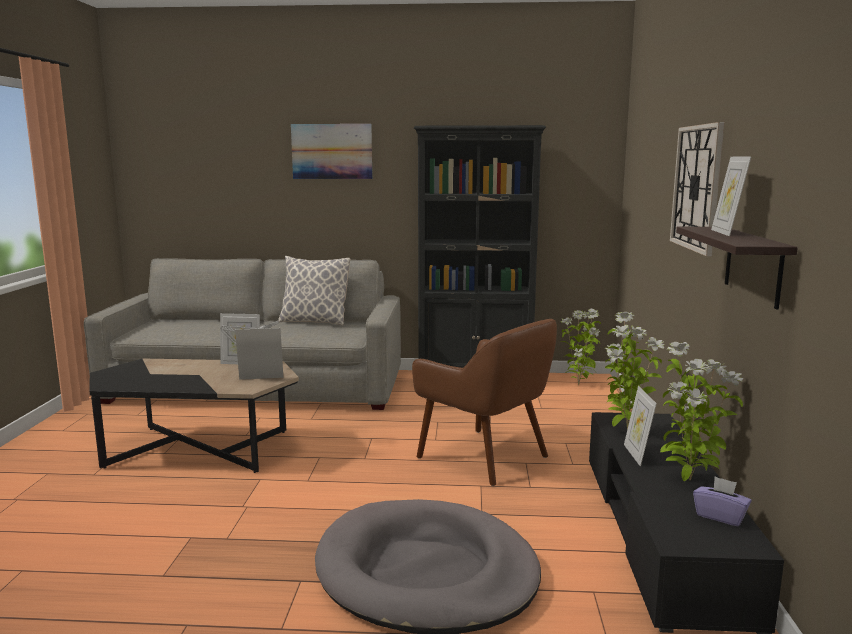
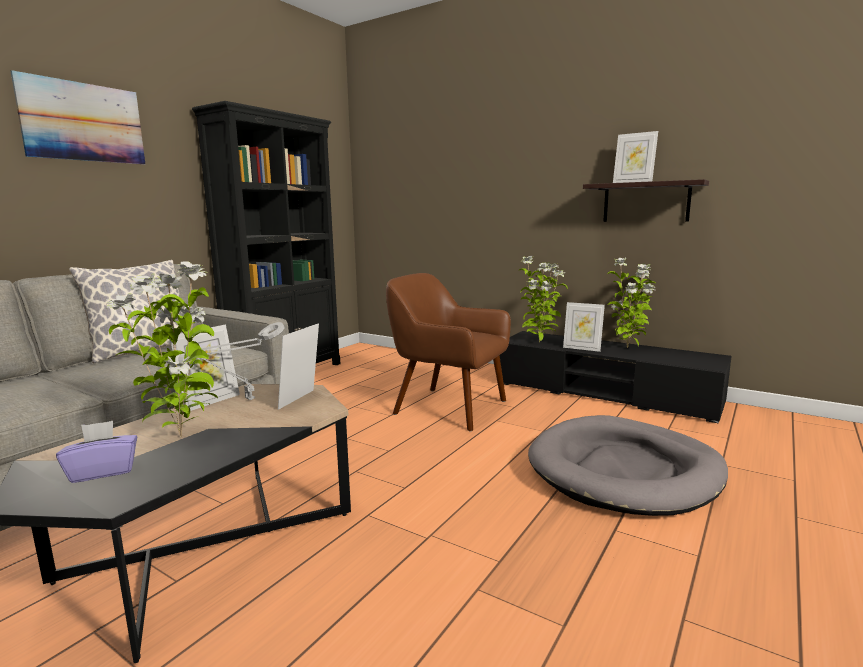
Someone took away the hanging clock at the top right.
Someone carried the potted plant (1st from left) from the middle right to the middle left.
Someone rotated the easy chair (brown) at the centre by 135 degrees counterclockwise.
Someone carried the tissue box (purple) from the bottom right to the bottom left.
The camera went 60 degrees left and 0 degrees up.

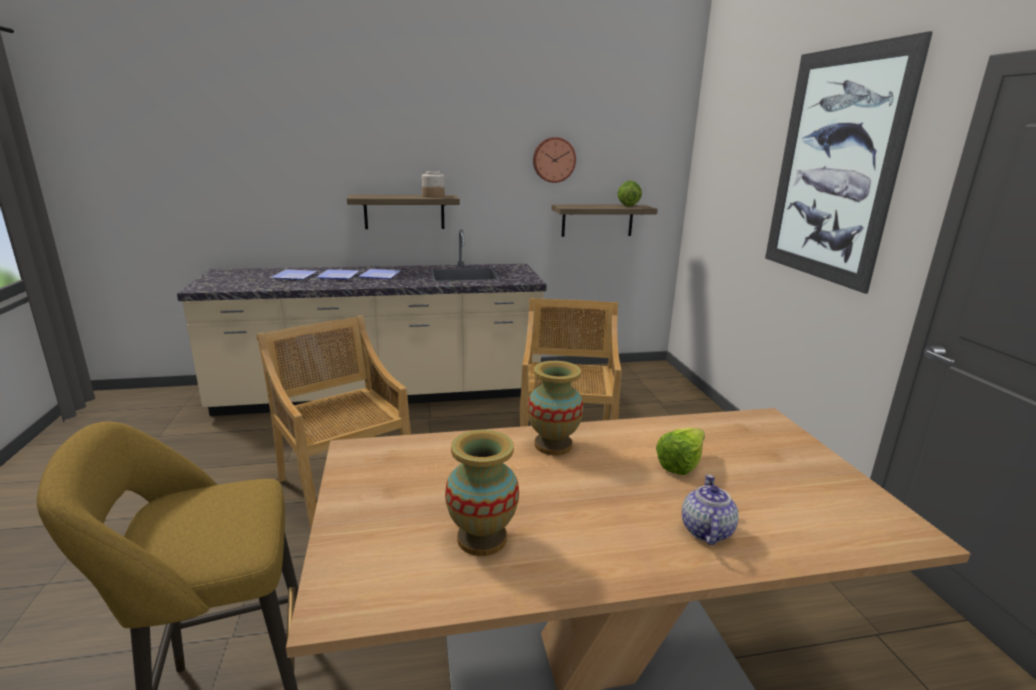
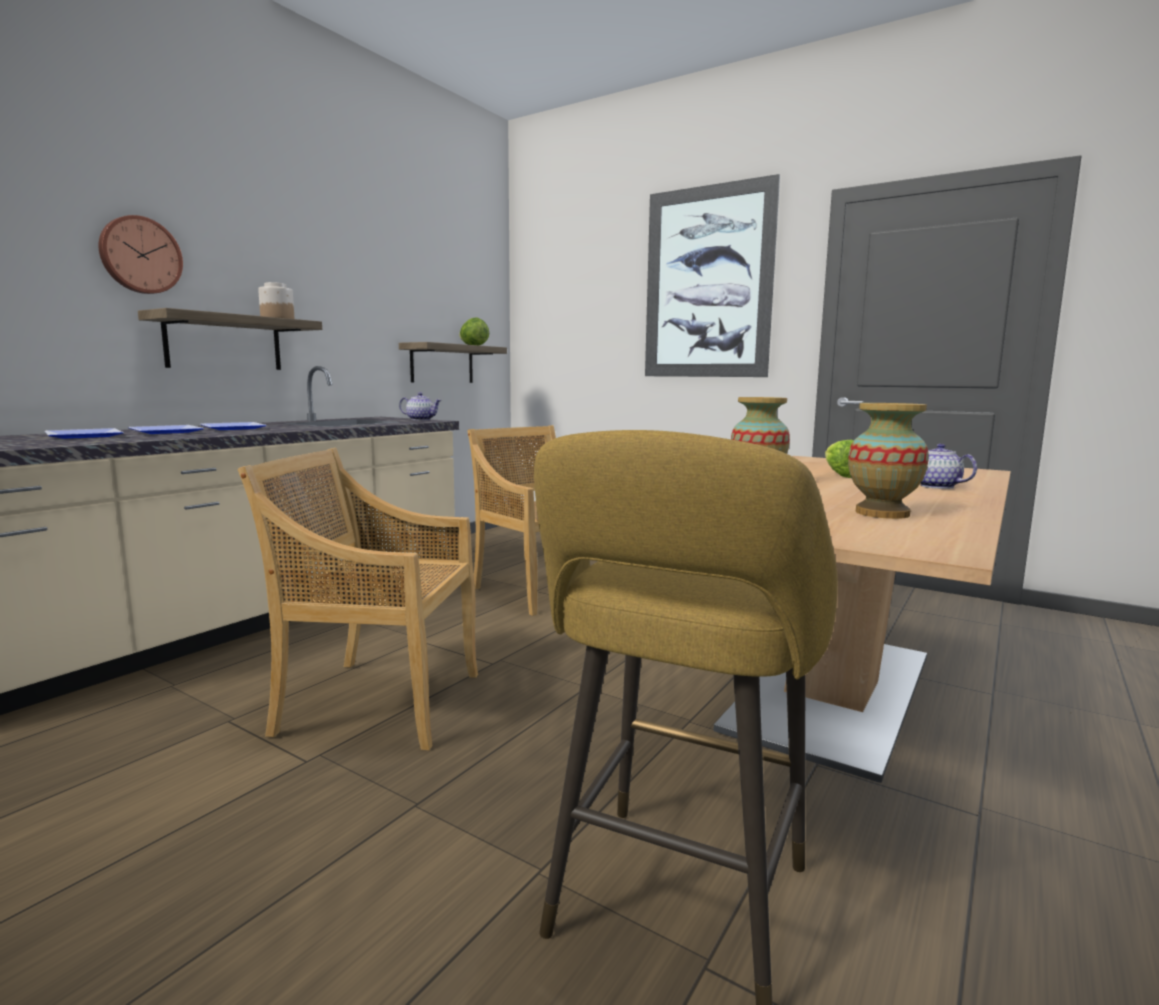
Someone carried the hanging clock from the top centre to the top left.
Someone put down the teapot (1st from left) at the centre.
The camera went 45 degrees left and 10 degrees down.

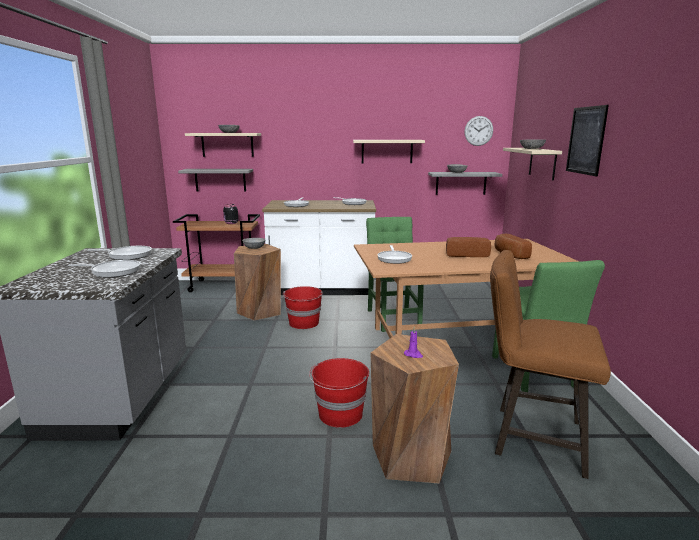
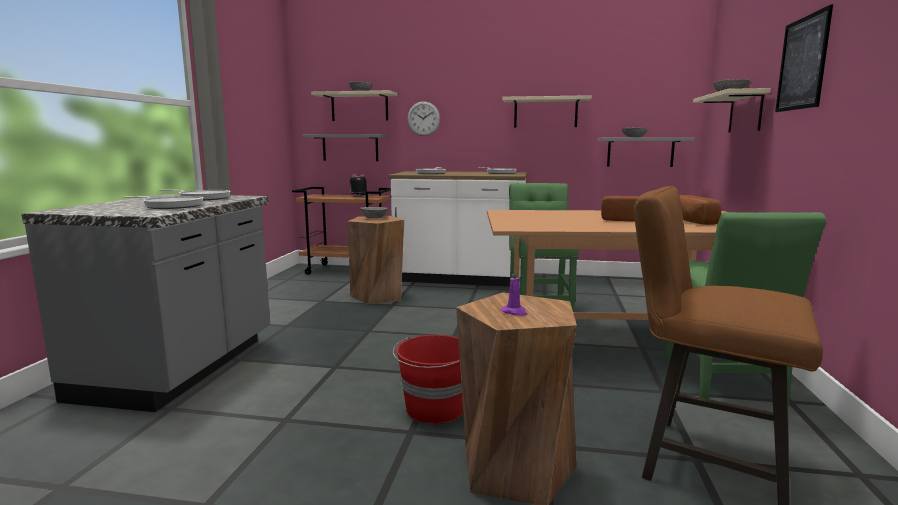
Someone carried the hanging clock from the top right to the top centre.
Someone took away the skillet (5th from left) at the centre.
Someone took away the pail (red) (1st from left) at the centre.
The camera went 10 degrees right and 5 degrees down.

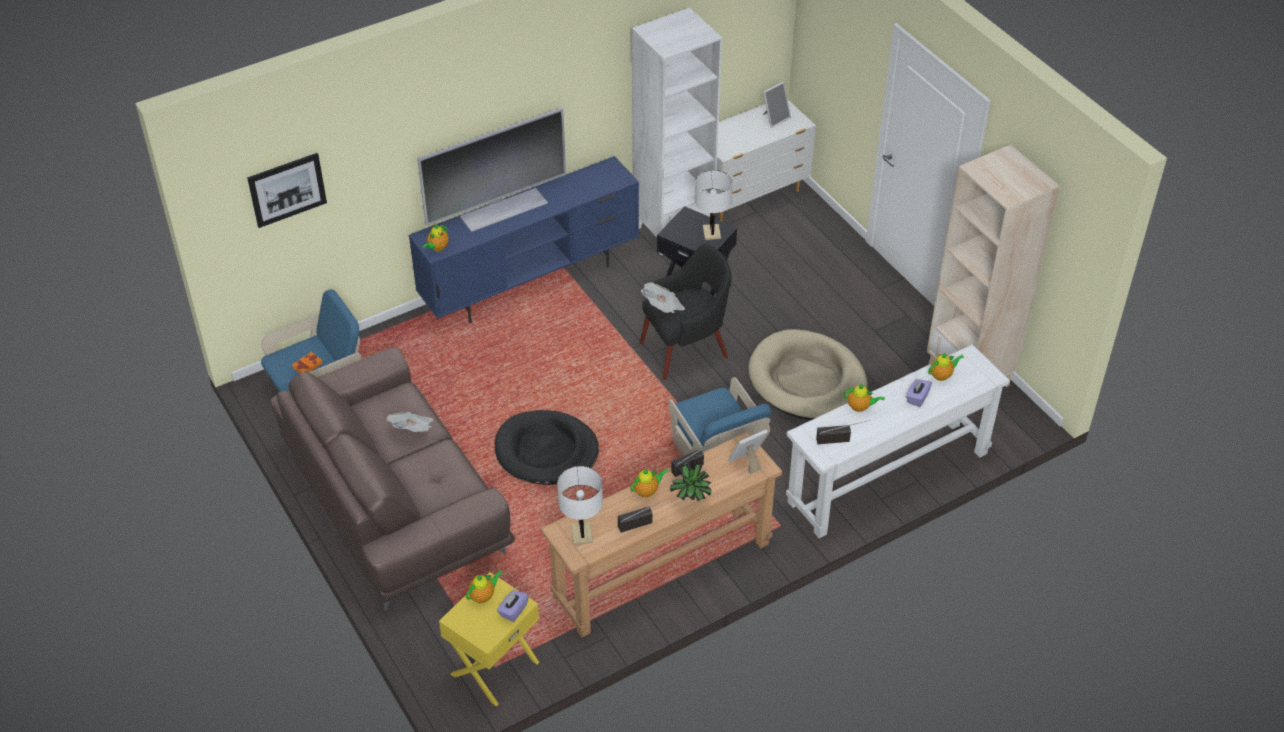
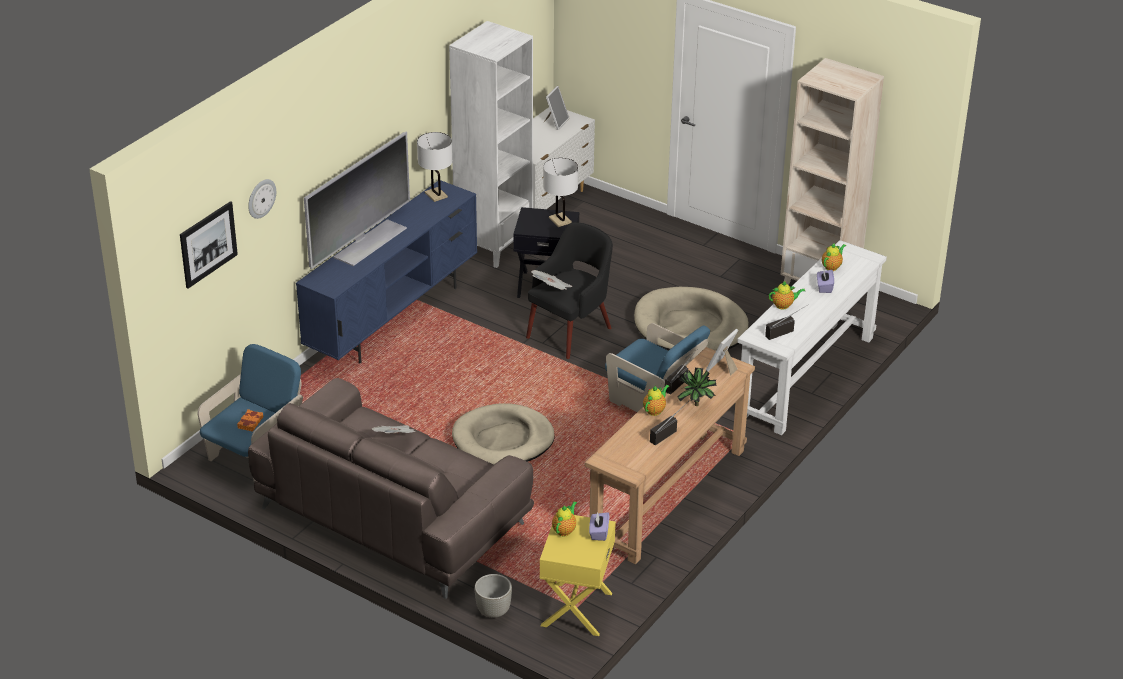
Someone took away the teapot (1st from left) at the top centre.
Someone repainted the pet bed (blackish) at the centre, which became the pet bed (sand-coloured) (1st from left) at the centre.
Someone carried the tabletop lamp (whitish) (1st from left) from the bottom centre to the top centre.
Someone put up the hanging clock at the top left.
Someone put down the flower pot (greyish) at the bottom centre.
The camera went 25 degrees left and 10 degrees down.

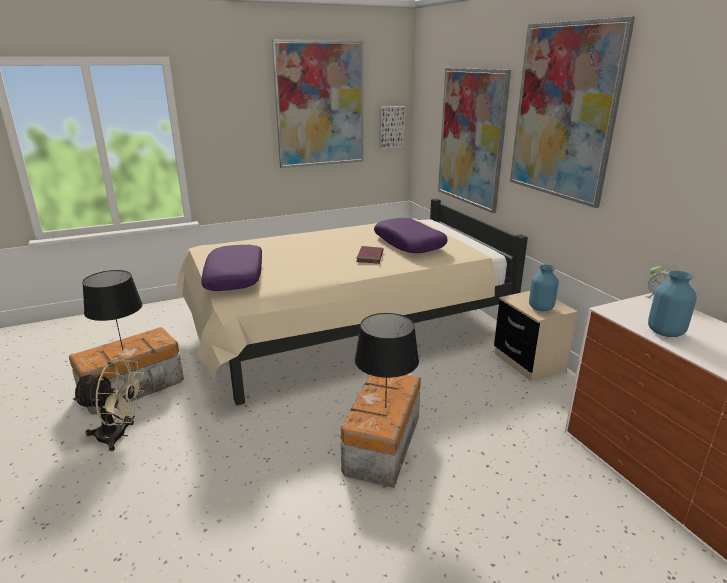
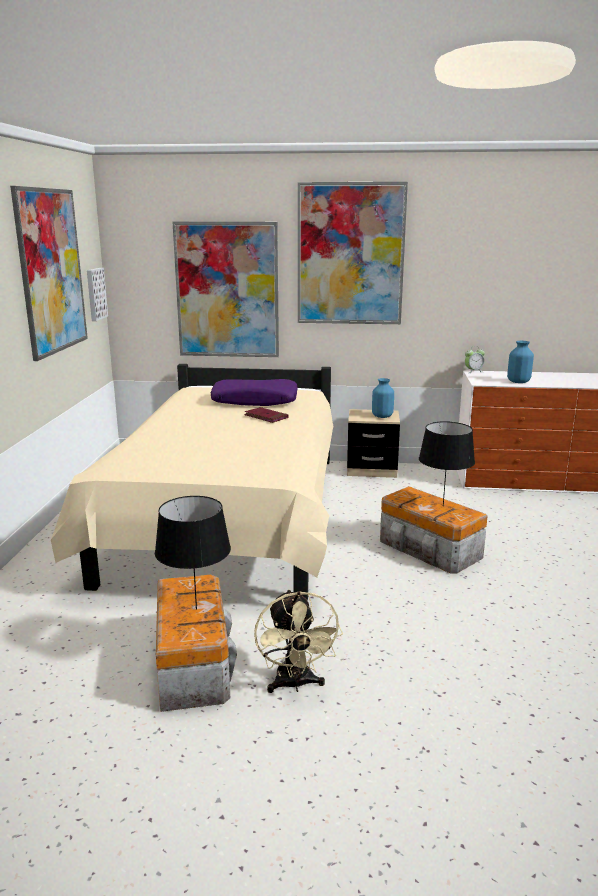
Someone took away the throw pillow (purple) (1st from left) at the middle left.
Someone rotated the cooling fan (sand-coloured) at the bottom left by 135 degrees clockwise.
The camera went 60 degrees left and 5 degrees down.

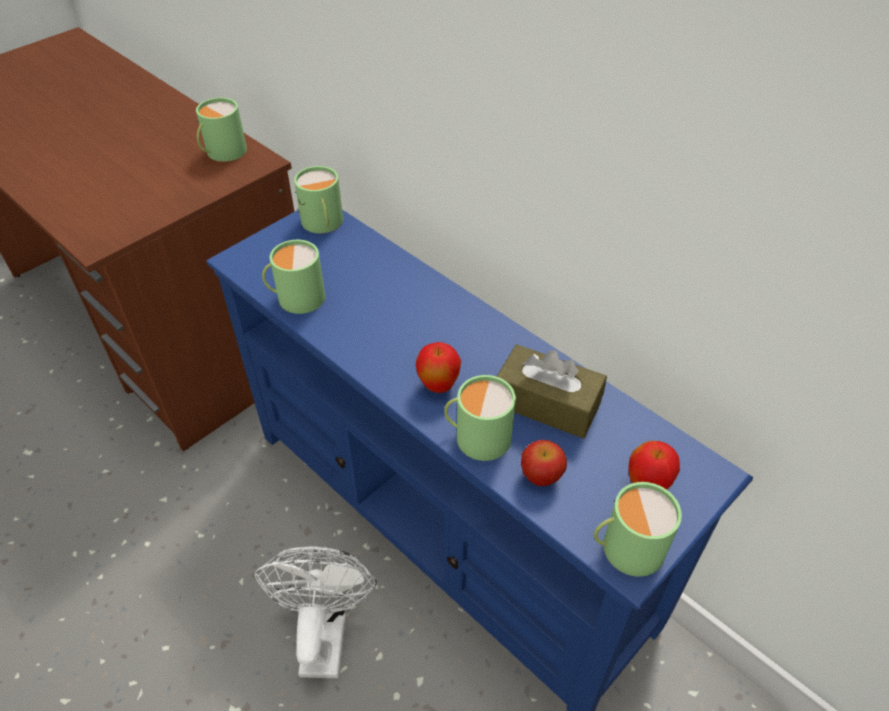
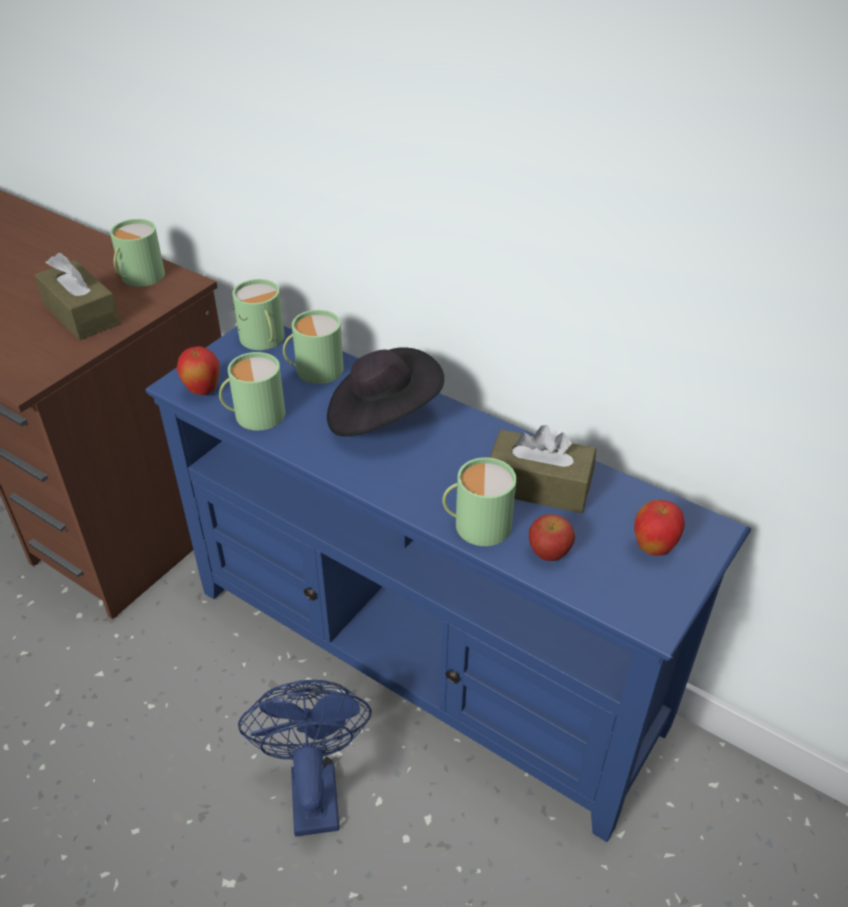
Someone carried the whole apple (1st from left) from the centre to the middle left.
Someone carried the tea mug (green-coloured) (5th from left in the first image) from the bottom right to the centre.
Someone repainted the cooling fan (whitish) at the bottom centre, which became the cooling fan (blue) at the bottom centre.
Someone put down the tissue box (brown) (1st from left) at the top left.
Someone put down the hat (blackish) at the centre.
The camera went 10 degrees left and 5 degrees down.

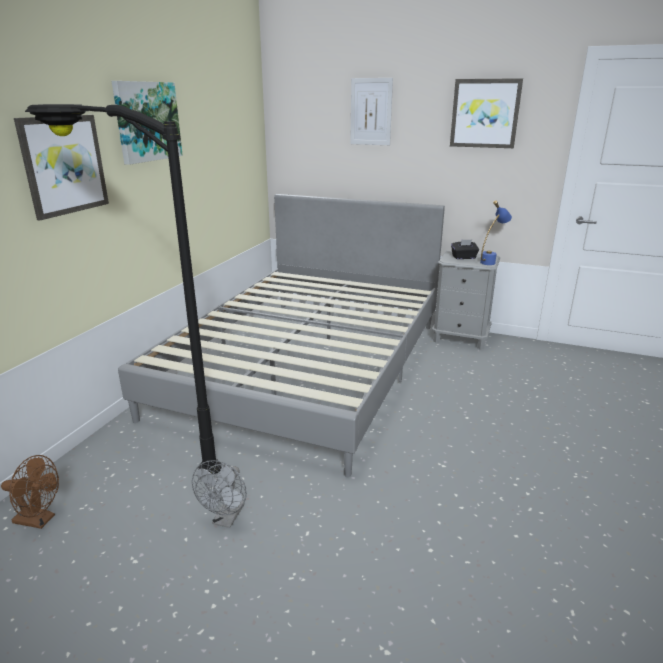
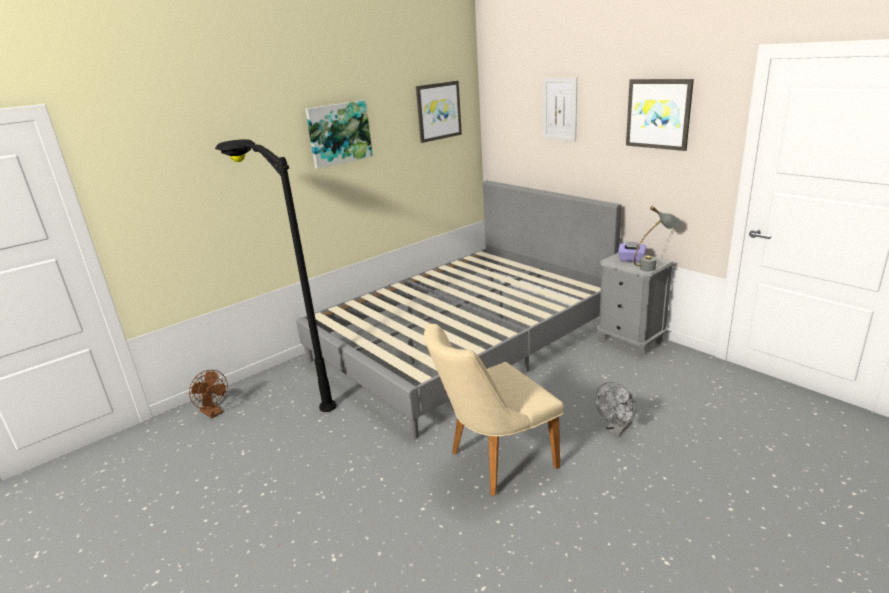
Someone carried the wall art (1st from left in the first image) from the top left to the top centre.
Someone repainted the tabletop lamp (blue) at the middle right, which became the tabletop lamp (greyish) at the middle right.
Someone repainted the tissue box (blackish) at the middle right, which became the tissue box (purple) at the middle right.
Someone carried the cooling fan (greyish) from the bottom left to the bottom right.
Someone put down the plain chair (sand-coloured) at the bottom centre.
The camera went 30 degrees right and 0 degrees up.

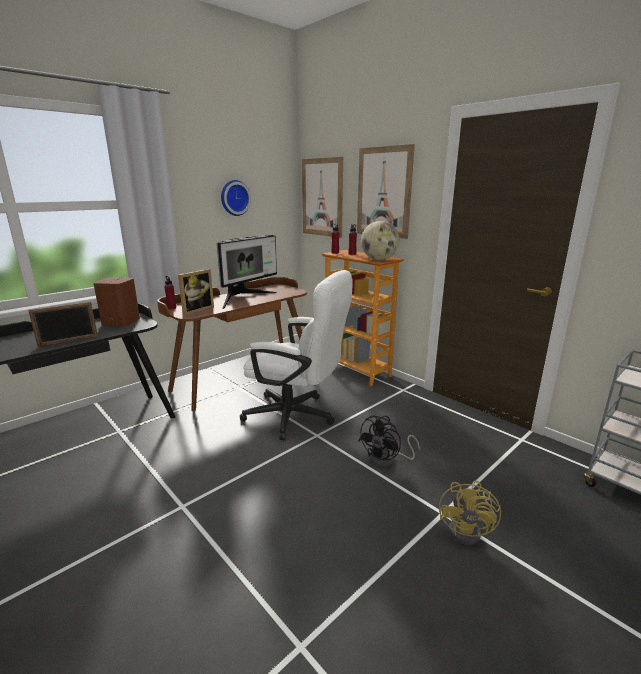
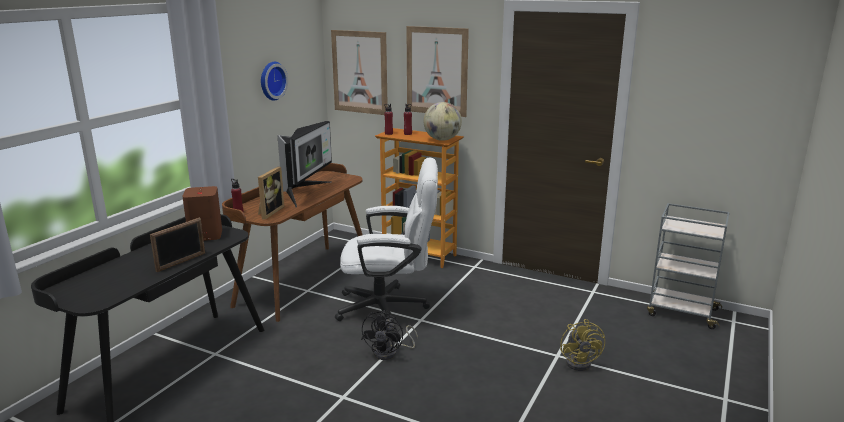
Someone carried the cooling fan (blackish) from the centre to the bottom centre.
The camera went 20 degrees left and 0 degrees up.

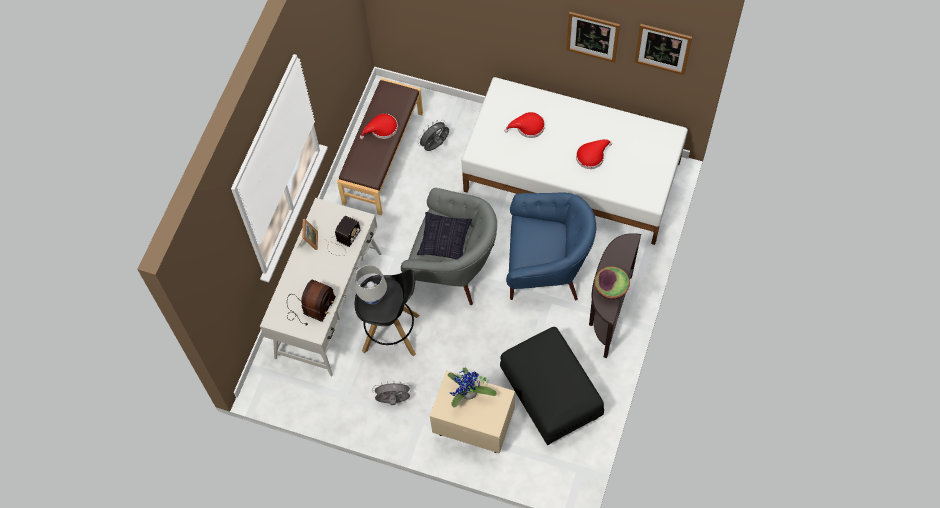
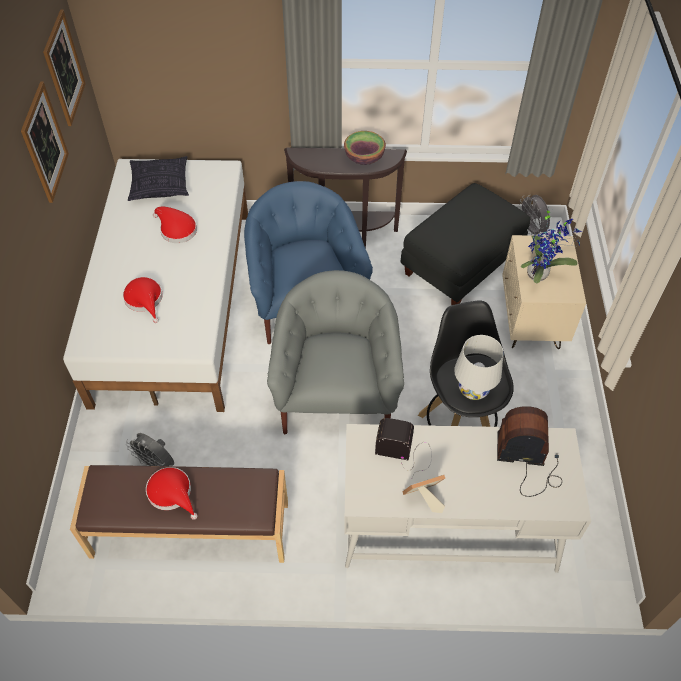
Someone carried the throw pillow from the centre to the top left.
Someone carried the cooling fan (greyish) (1st from left in the first image) from the bottom centre to the top right.
The camera went 110 degrees left and 10 degrees down.

